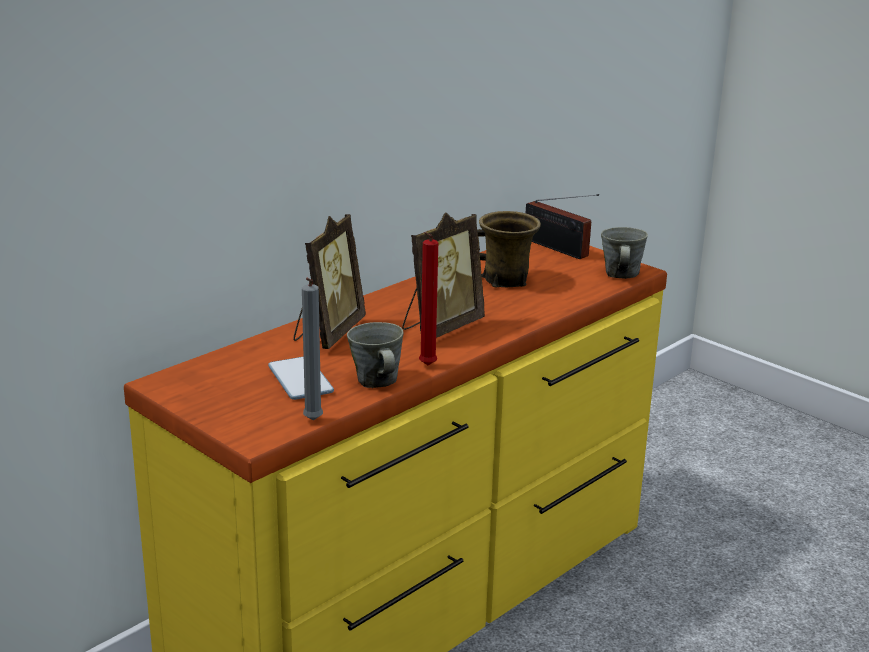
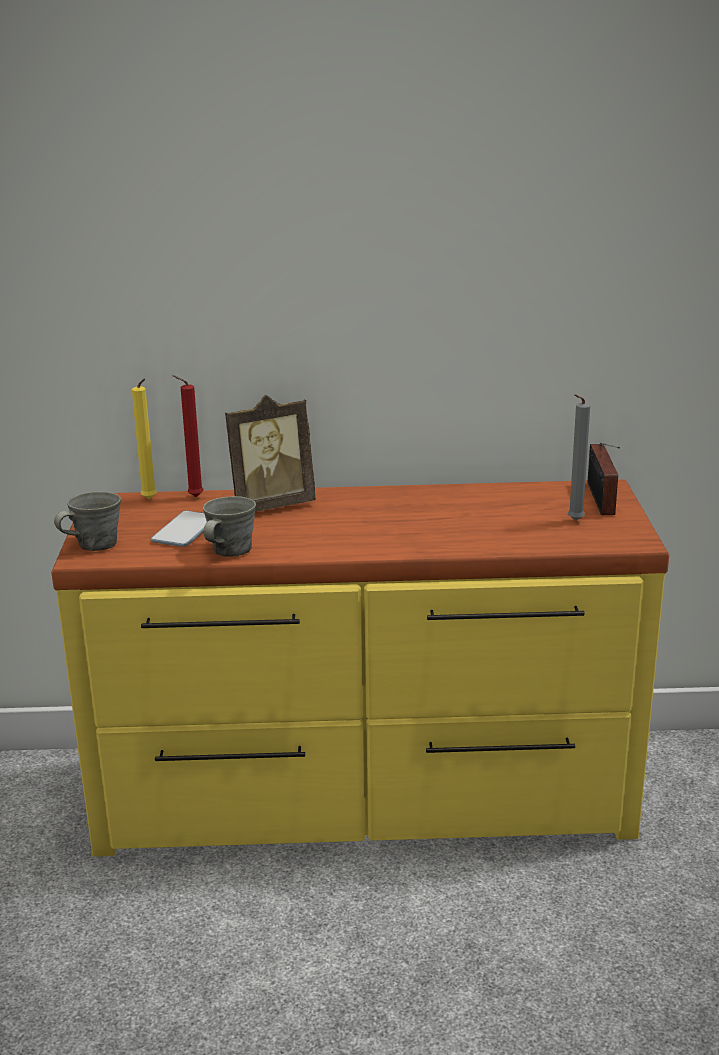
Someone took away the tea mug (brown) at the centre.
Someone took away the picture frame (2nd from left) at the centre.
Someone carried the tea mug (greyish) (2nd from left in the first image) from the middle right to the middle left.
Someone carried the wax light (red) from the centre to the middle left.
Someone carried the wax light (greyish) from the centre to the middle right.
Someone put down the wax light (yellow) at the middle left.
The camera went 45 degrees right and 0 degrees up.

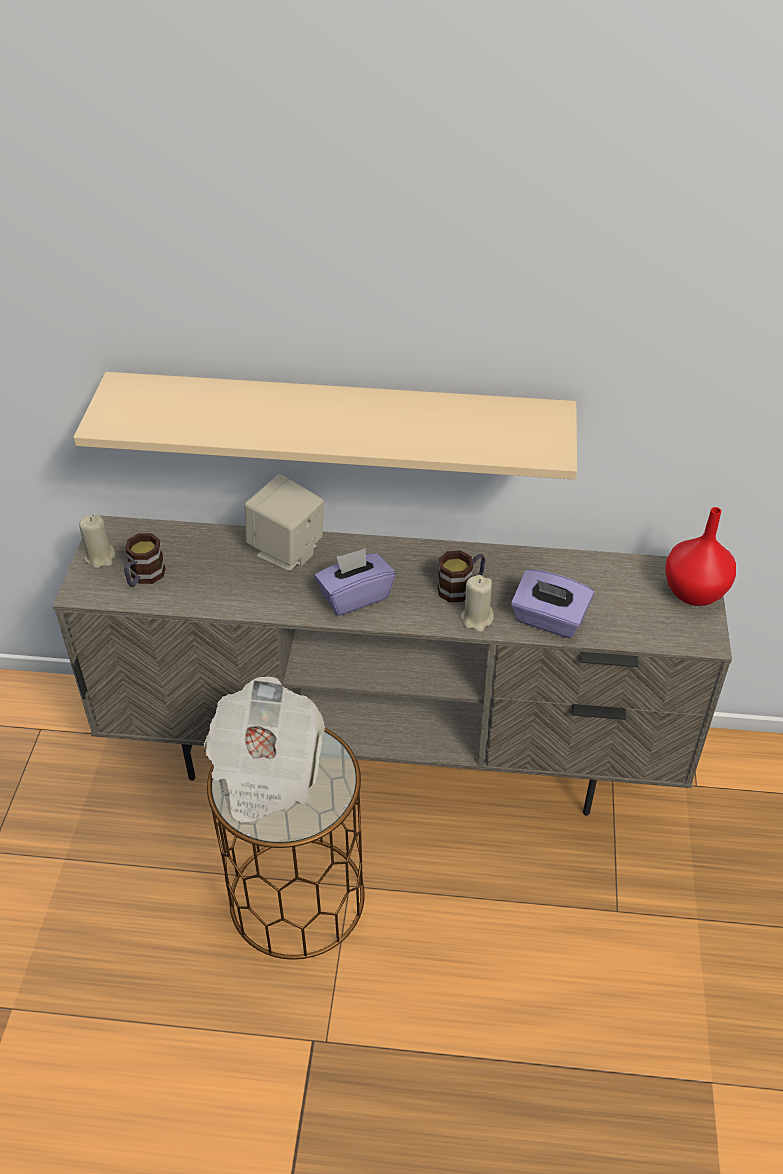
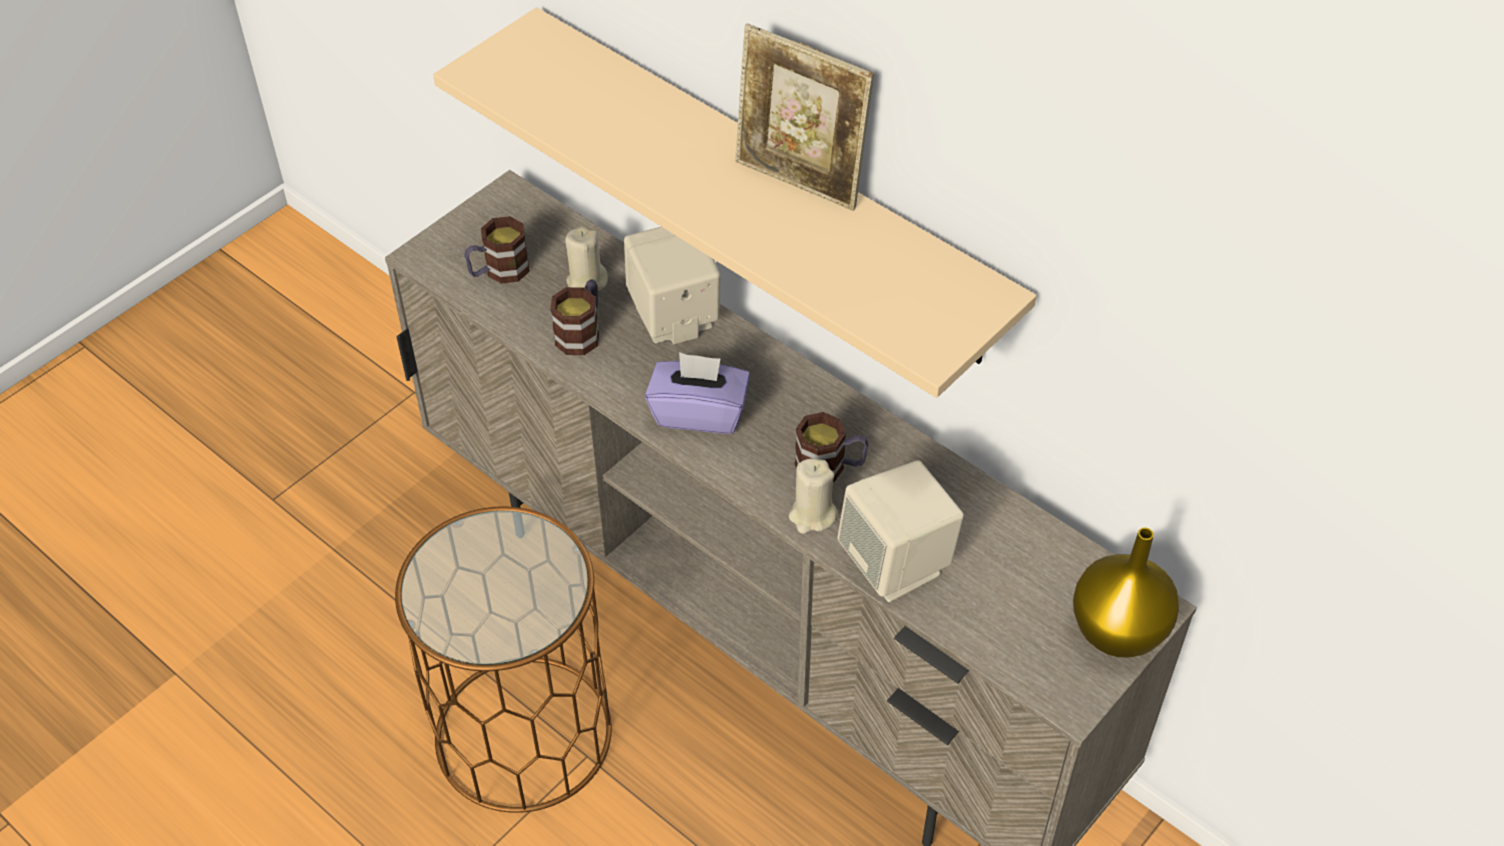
Someone repainted the vase (red) at the middle right, which became the vase (yellow) at the bottom right.
Someone carried the wax light (sand-coloured) (1st from left) from the middle left to the top centre.
Someone swapped the tissue box (purple) (2nd from left) at the middle right for the speaker (sand-coloured) (2nd from left) at the centre.
Someone took away the printed paper at the centre.
Someone put down the picture frame at the top centre.
Someone put down the tea mug (2nd from left) at the centre.
The camera went 35 degrees right and 5 degrees up.

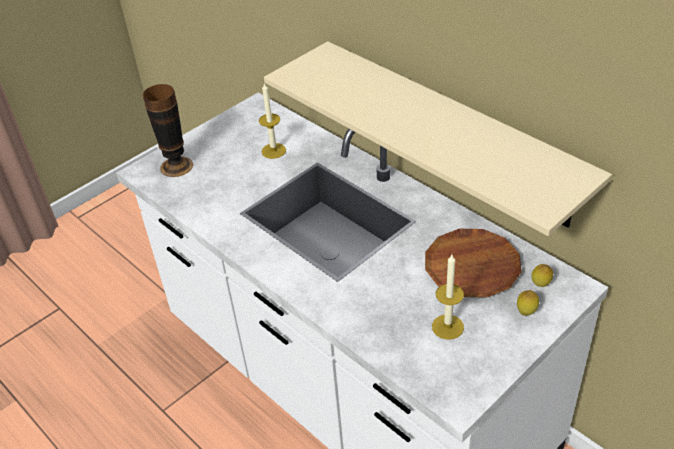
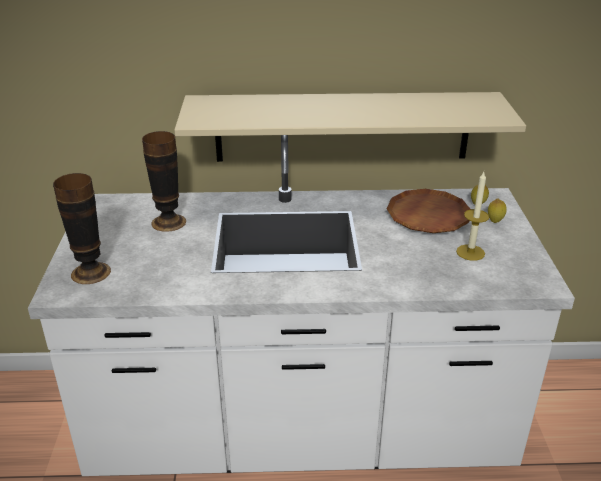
Someone swapped the wax light (1st from left) at the top centre for the vase (2nd from left) at the middle left.
The camera went 50 degrees left and 10 degrees down.

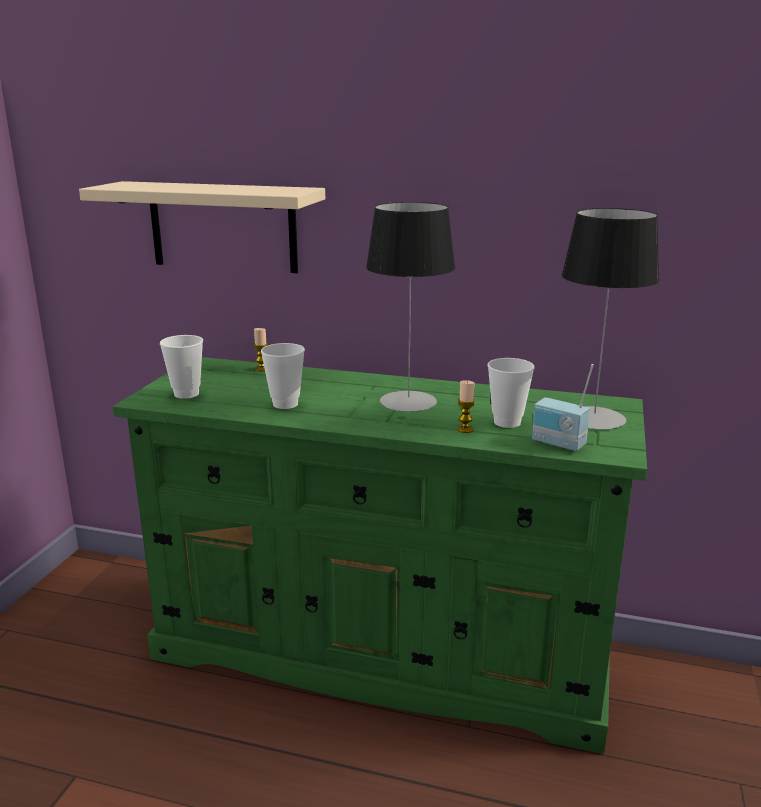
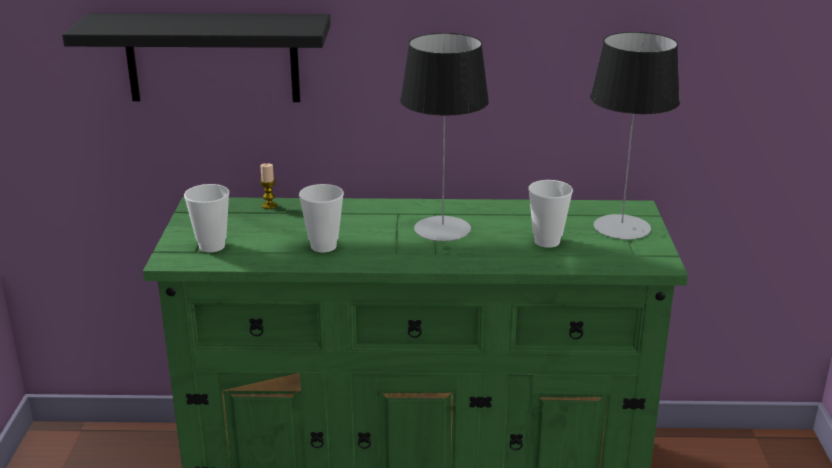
Someone repainted the wall shelf (sand-coloured) at the top left, which became the wall shelf (blackish) at the top left.
Someone took away the radio receiver at the middle right.
Someone took away the wax light (2nd from left) at the centre.
The camera went 15 degrees left and 5 degrees up.

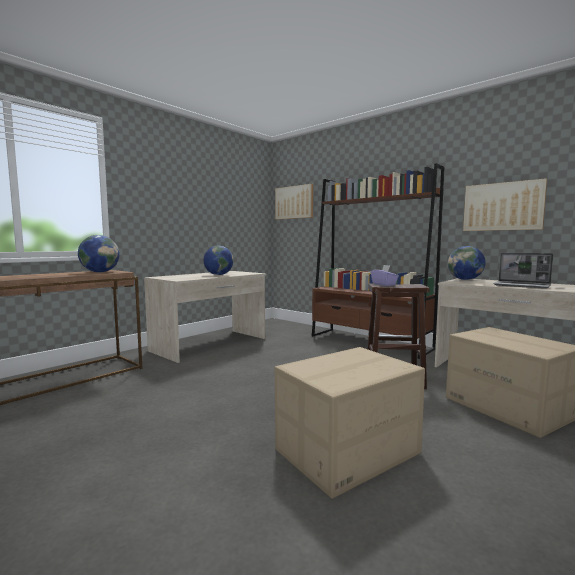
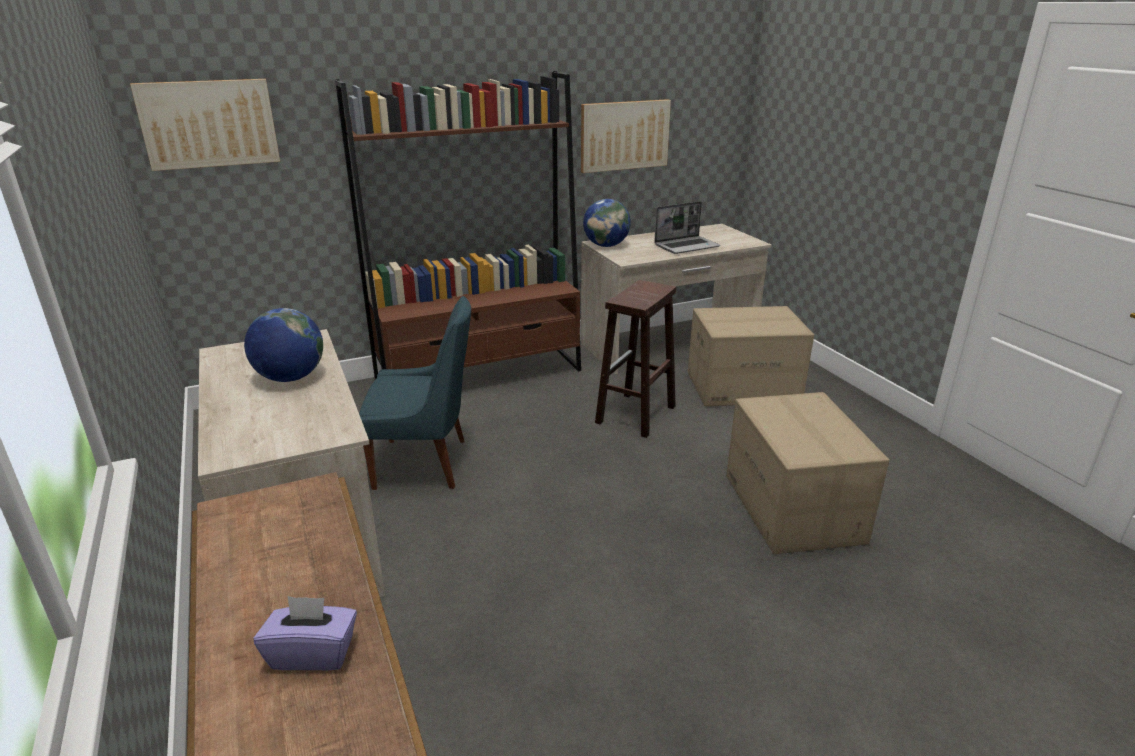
Someone took away the globe (1st from left) at the middle left.
Someone carried the tissue box (purple) from the middle right to the bottom left.
Someone put down the plain chair (blue) at the centre.
The camera went 65 degrees left and 20 degrees up.

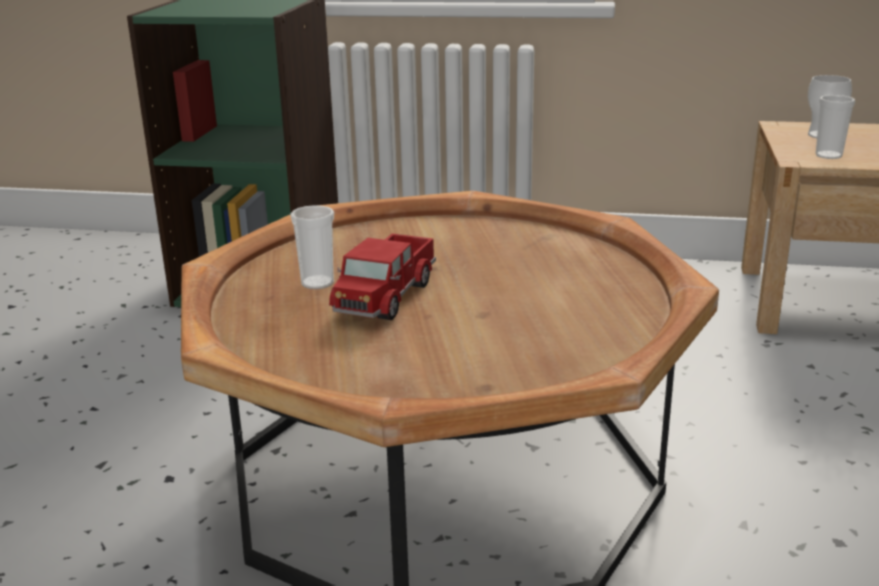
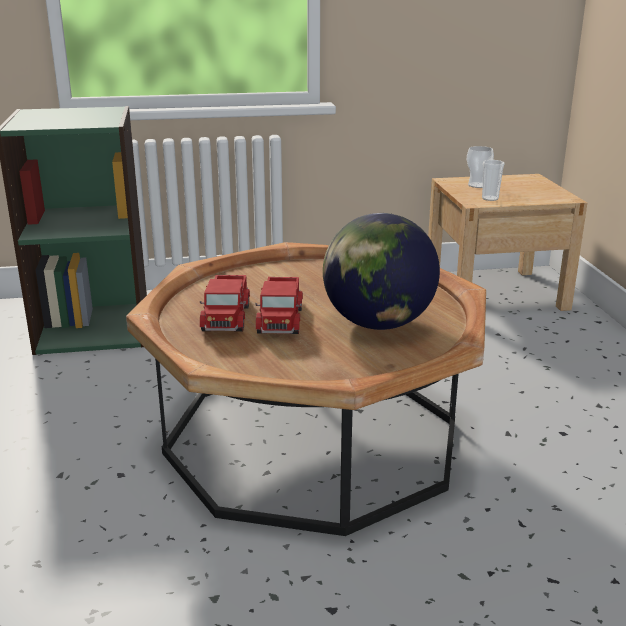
Someone swapped the small cup (1st from left) at the centre for the toy lorry (1st from left) at the centre.
Someone put down the globe at the centre.
The camera went 20 degrees left and 0 degrees up.

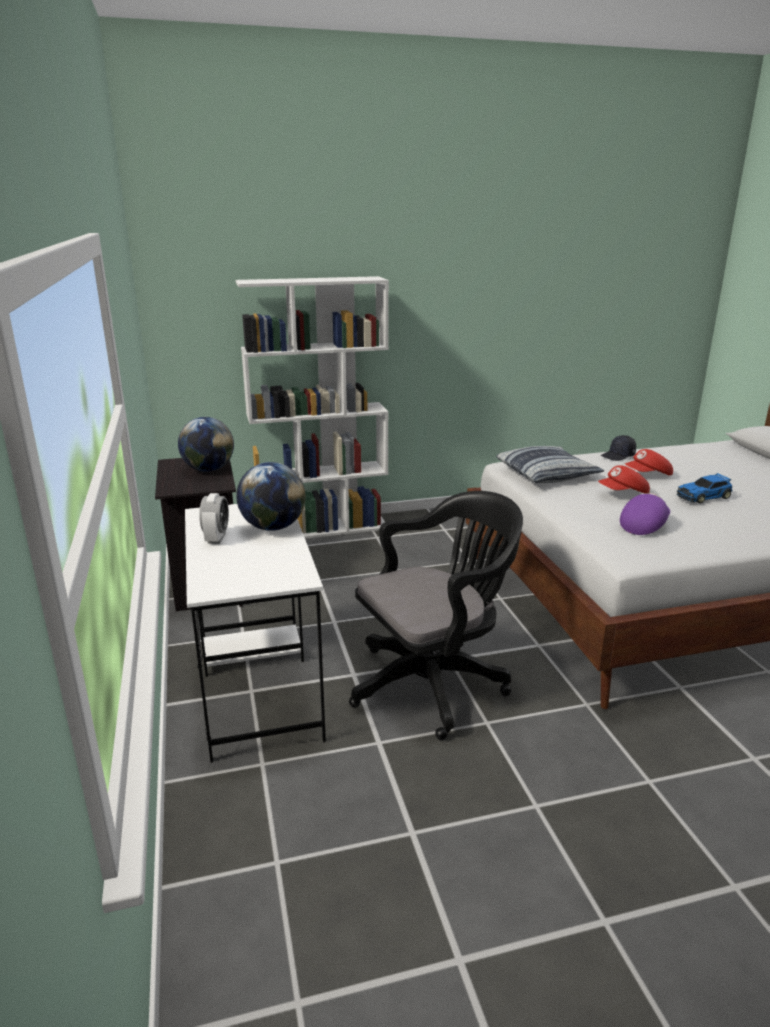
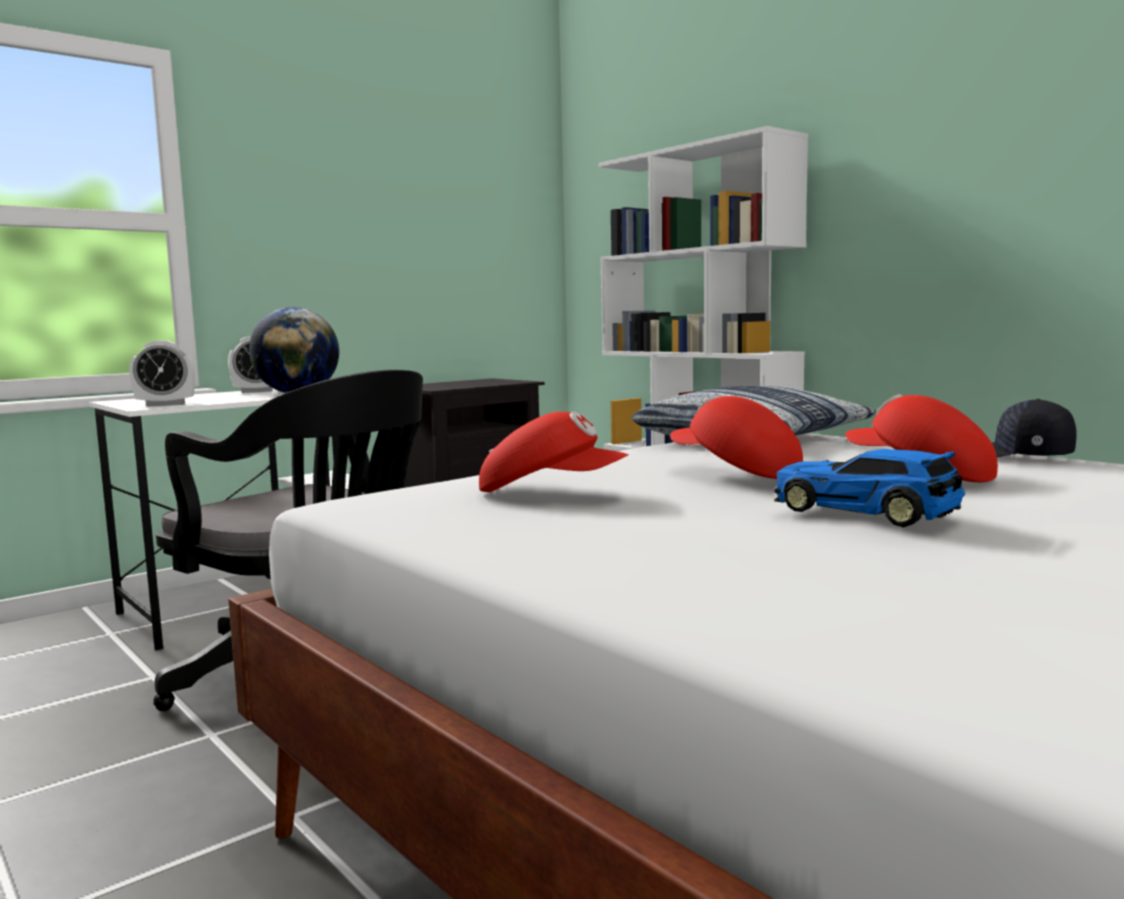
Someone took away the globe (1st from left) at the middle left.
Someone repainted the baseball cap (purple) at the middle right, which became the baseball cap (red) (1st from left) at the centre.
Someone put down the bedside clock (1st from left) at the middle left.
The camera went 65 degrees right and 15 degrees down.

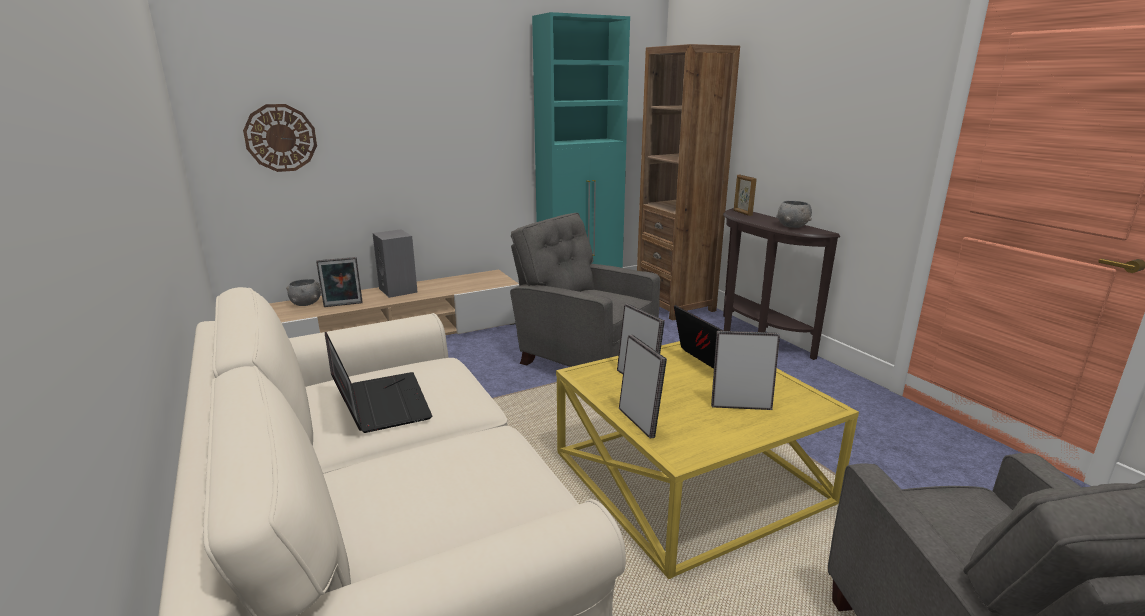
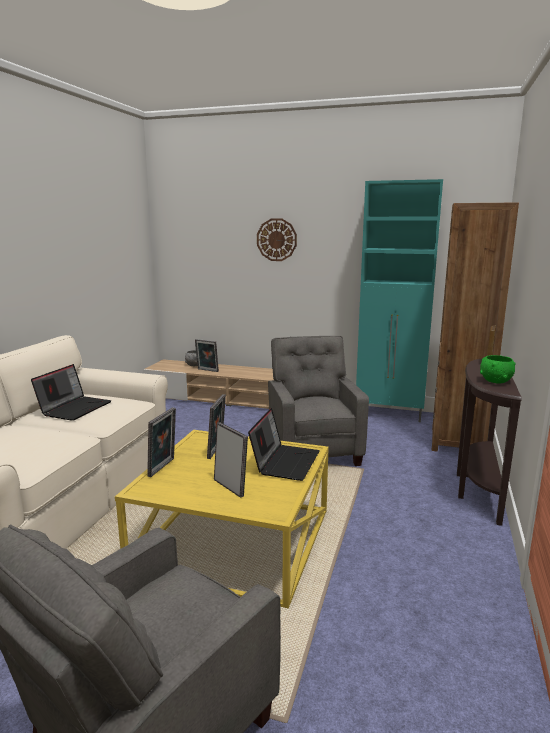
Someone carried the hanging clock from the top left to the top centre.
Someone repainted the bowl (greyish) (2nd from left) at the middle right, which became the bowl (green-coloured) at the middle right.
Someone took away the speaker (greyish) at the centre.
The camera went 45 degrees right and 5 degrees down.

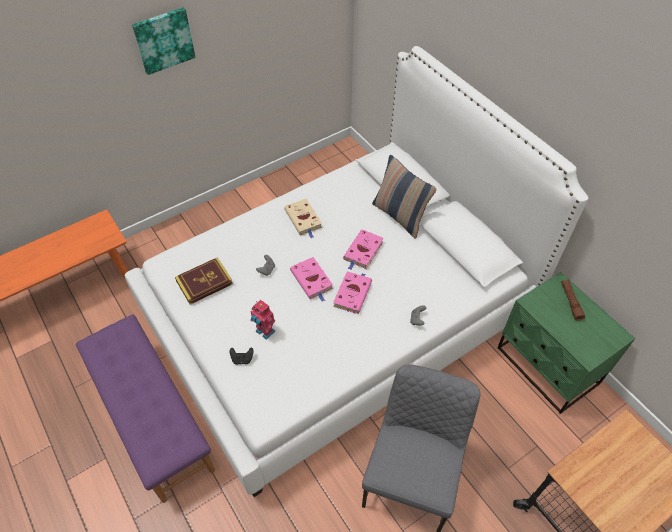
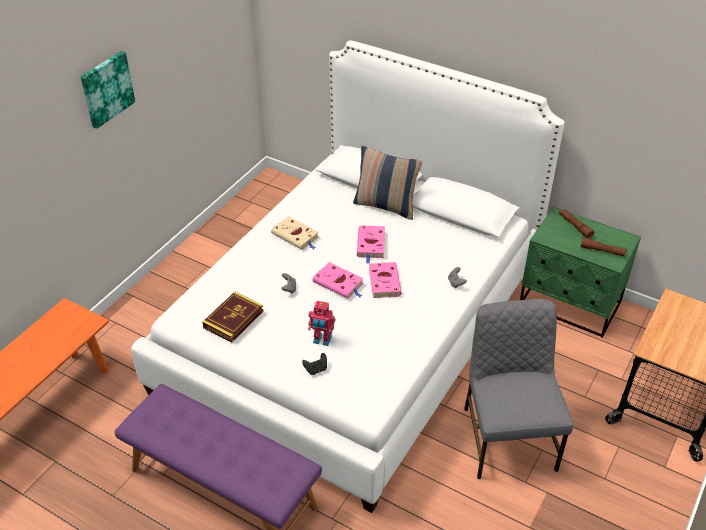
Someone put down the torch (brown) (2nd from left) at the middle right.
The camera went 25 degrees left and 10 degrees down.

